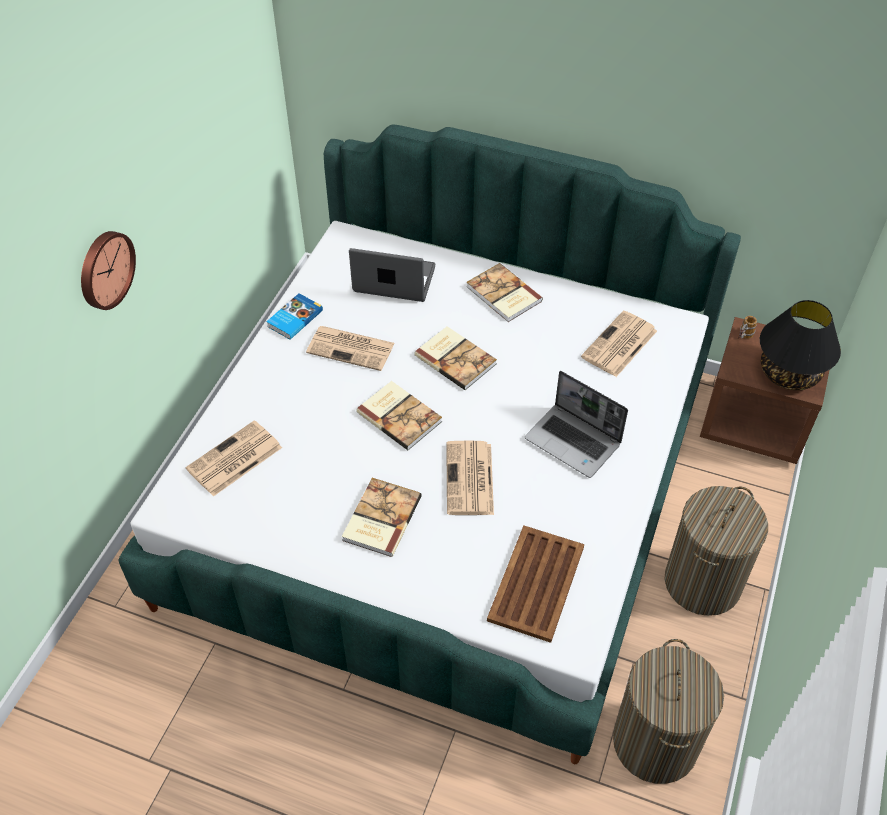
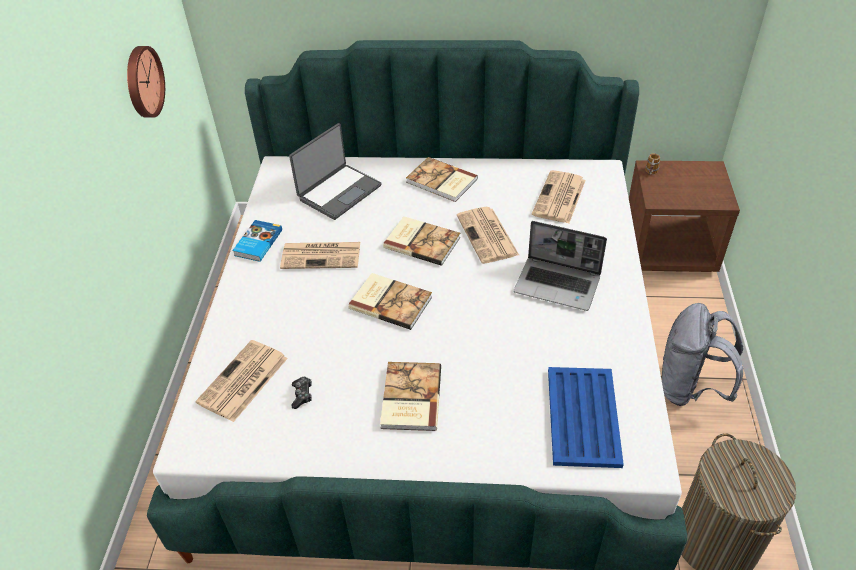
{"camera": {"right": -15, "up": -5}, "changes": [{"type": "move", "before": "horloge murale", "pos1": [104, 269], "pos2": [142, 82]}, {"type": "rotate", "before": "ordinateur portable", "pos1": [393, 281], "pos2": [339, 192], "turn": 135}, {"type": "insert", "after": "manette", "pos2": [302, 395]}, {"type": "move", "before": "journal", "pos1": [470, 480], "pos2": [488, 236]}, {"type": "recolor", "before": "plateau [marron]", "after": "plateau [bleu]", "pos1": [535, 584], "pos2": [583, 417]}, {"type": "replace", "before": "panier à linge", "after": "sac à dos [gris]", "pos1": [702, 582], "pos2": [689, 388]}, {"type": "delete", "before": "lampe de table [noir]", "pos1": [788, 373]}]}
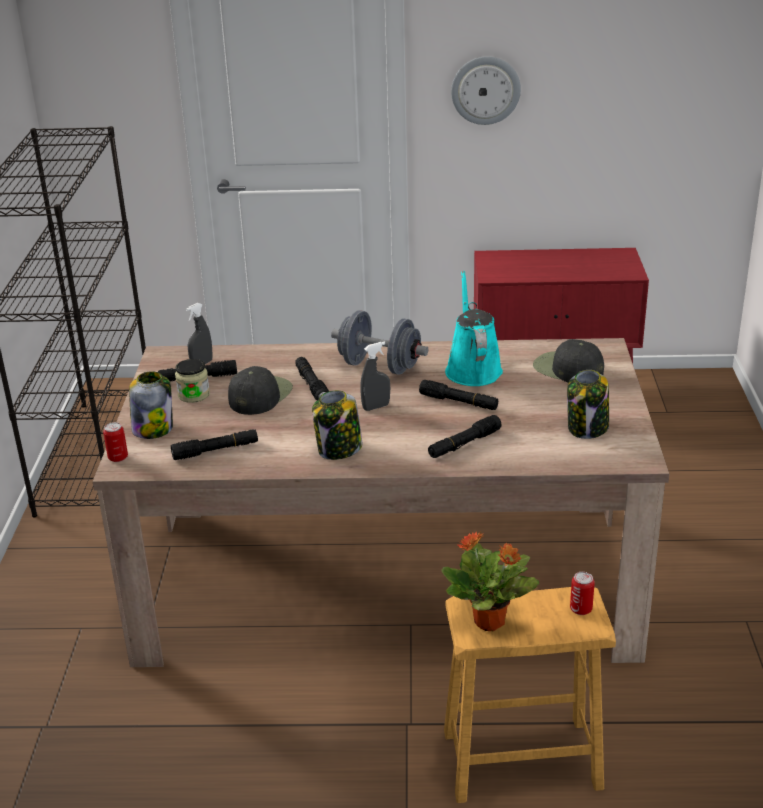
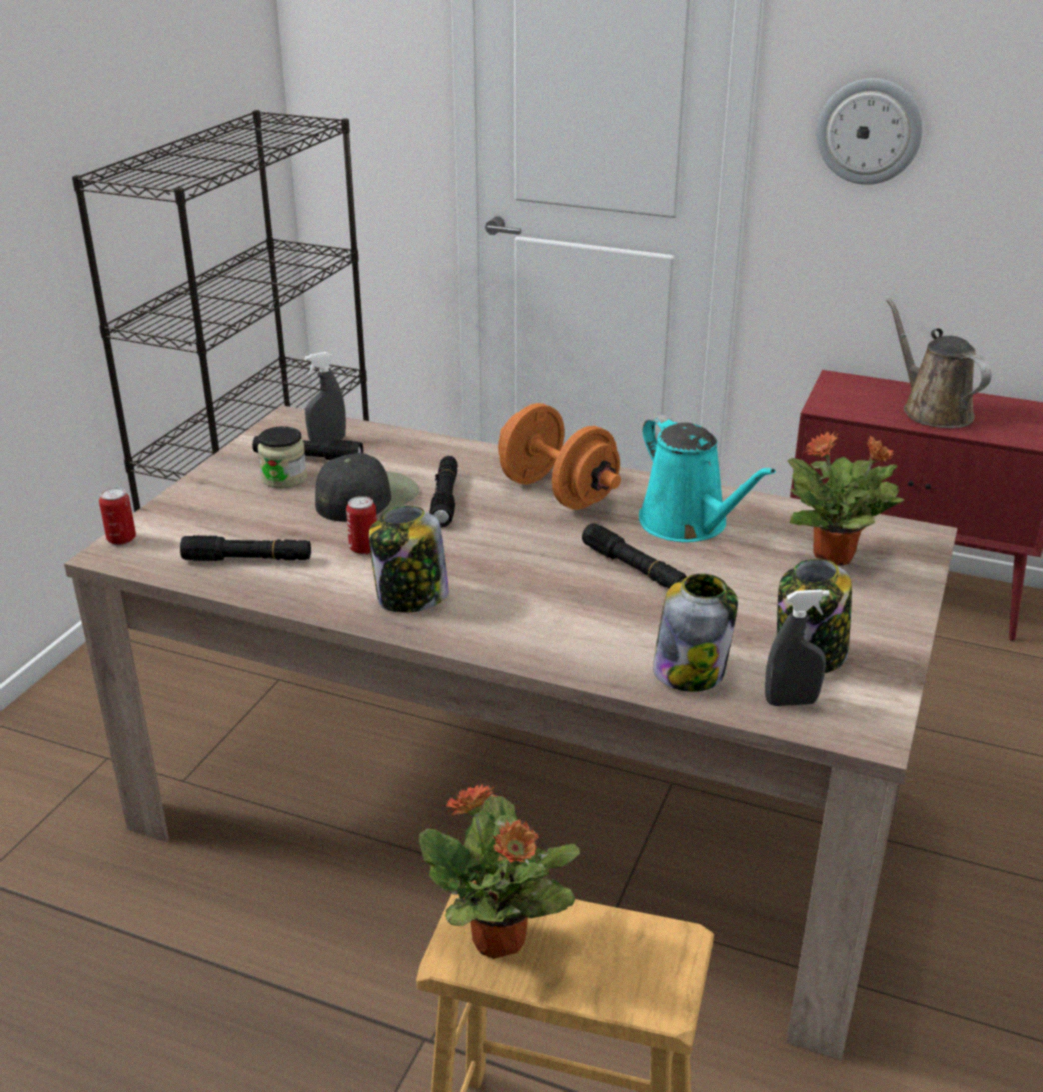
{"camera": {"right": 20, "up": 0}, "changes": [{"type": "move", "before": "boîte métallique", "pos1": [581, 609], "pos2": [363, 548]}, {"type": "recolor", "before": "haltère [gris]", "after": "haltère [orange]", "pos1": [380, 366], "pos2": [557, 493]}, {"type": "rotate", "before": "arrosoir [turquoise]", "pos1": [472, 369], "pos2": [688, 524], "turn": 135}, {"type": "move", "before": "bocal", "pos1": [153, 428], "pos2": [690, 671]}, {"type": "move", "before": "vaporisateur [gris]", "pos1": [376, 407], "pos2": [791, 702]}, {"type": "replace", "before": "casquette [noir]", "after": "plante en pot", "pos1": [567, 369], "pos2": [835, 556]}, {"type": "insert", "after": "arrosoir [marron]", "pos2": [932, 411]}, {"type": "delete", "before": "lampe de poche [noir]", "pos1": [464, 444]}]}
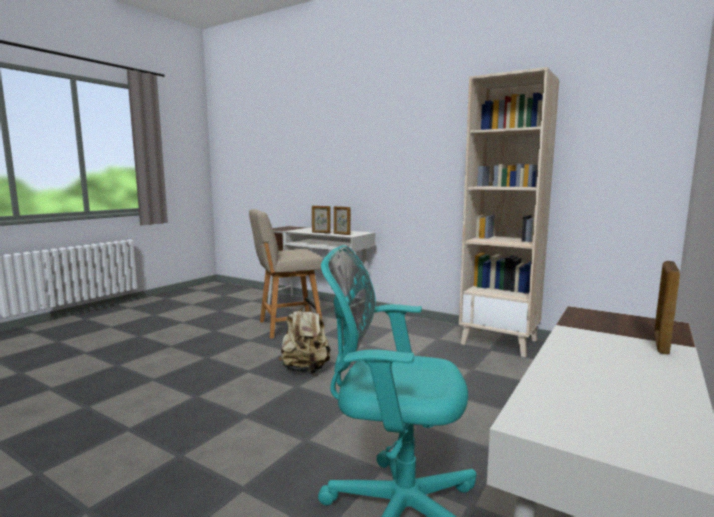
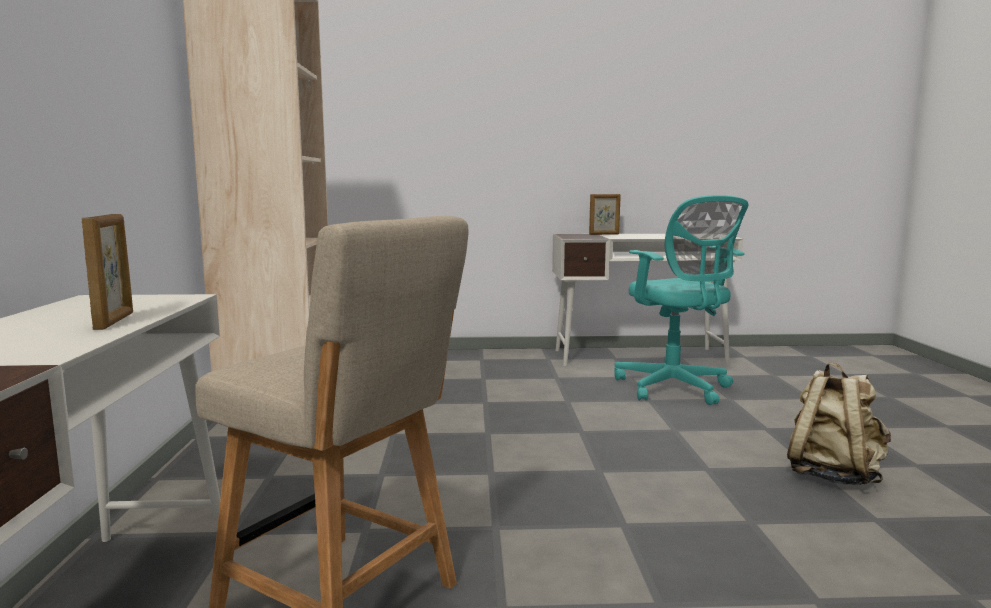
{"camera": {"right": -125, "up": 0}, "changes": [{"type": "move", "before": "sac à dos [beige]", "pos1": [305, 370], "pos2": [833, 476]}, {"type": "delete", "before": "cadre photo", "pos1": [341, 234]}]}
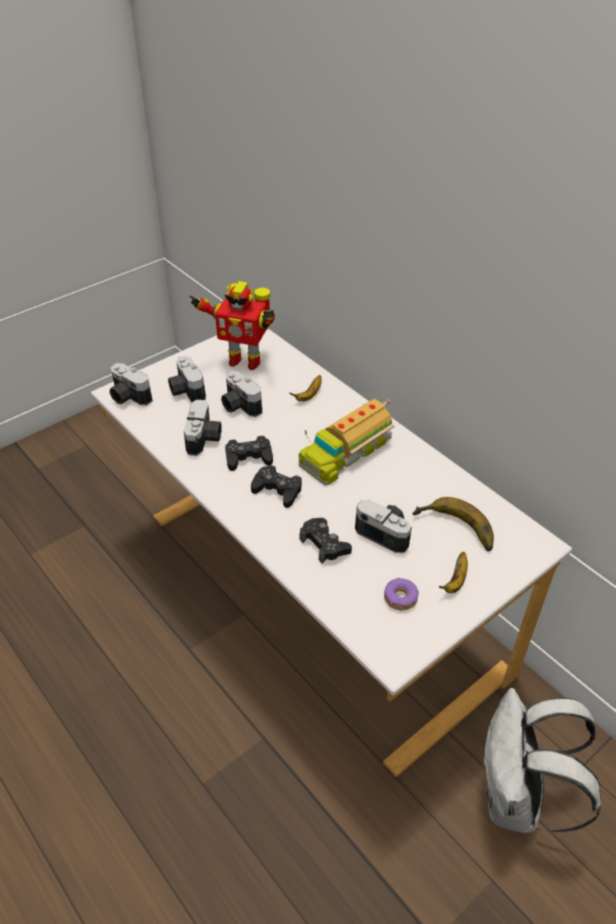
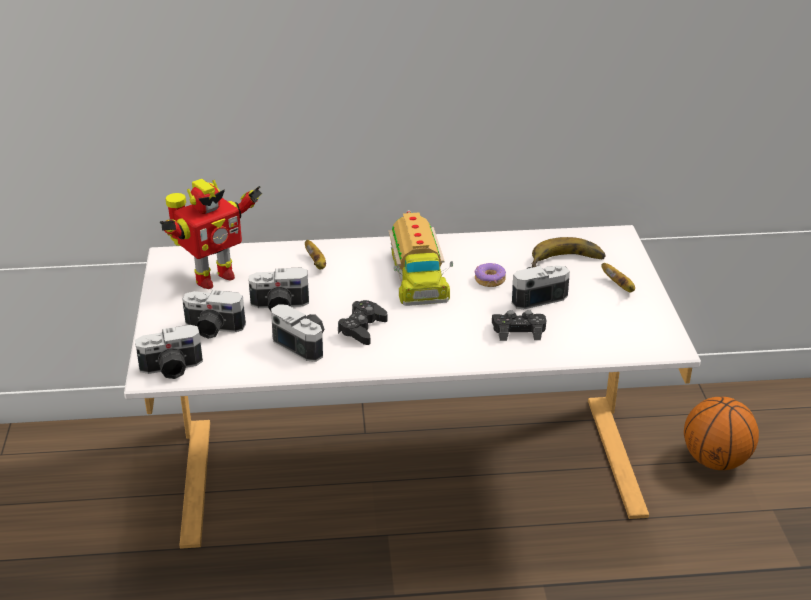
{"camera": {"right": -55, "up": -10}, "changes": [{"type": "move", "before": "beignet", "pos1": [400, 598], "pos2": [490, 280]}, {"type": "replace", "before": "sac à dos [blanc]", "after": "ballon de basket", "pos1": [516, 799], "pos2": [715, 460]}, {"type": "delete", "before": "manette [noir]", "pos1": [277, 490]}]}
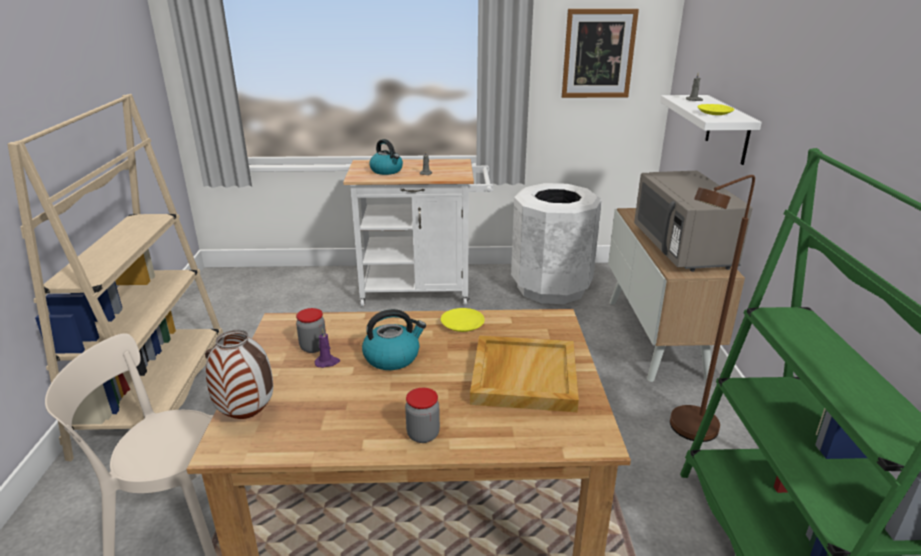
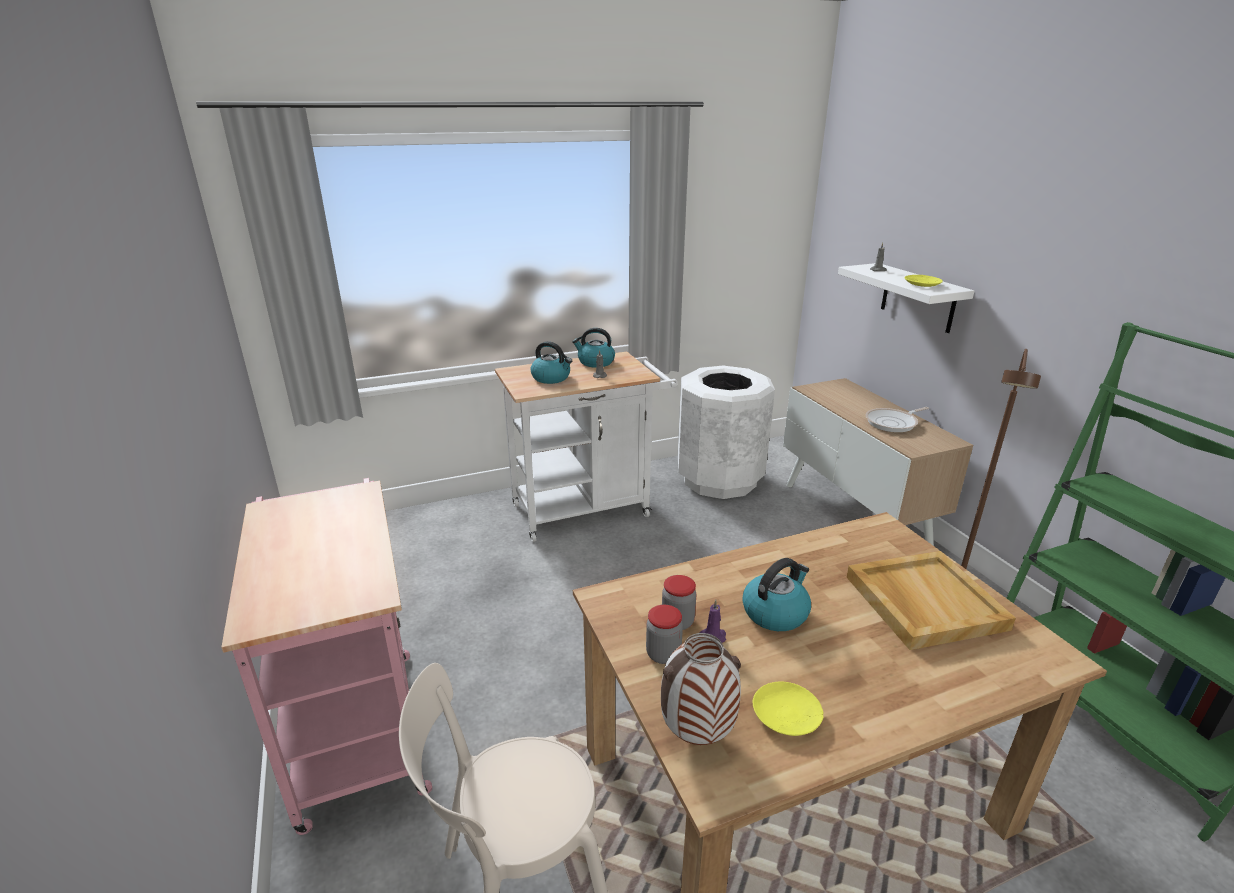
{"camera": {"right": -20, "up": 0}, "changes": [{"type": "replace", "before": "bibliothèque [beige]", "after": "chariot [rose]", "pos1": [157, 397], "pos2": [358, 723]}, {"type": "insert", "after": "bouilloire", "pos2": [595, 362]}, {"type": "move", "before": "bocal", "pos1": [423, 434], "pos2": [663, 654]}, {"type": "move", "before": "assiette [jaune]", "pos1": [462, 325], "pos2": [787, 715]}, {"type": "replace", "before": "micro-ondes [gris]", "after": "poêle", "pos1": [682, 248], "pos2": [893, 423]}, {"type": "delete", "before": "tableau", "pos1": [598, 54]}]}
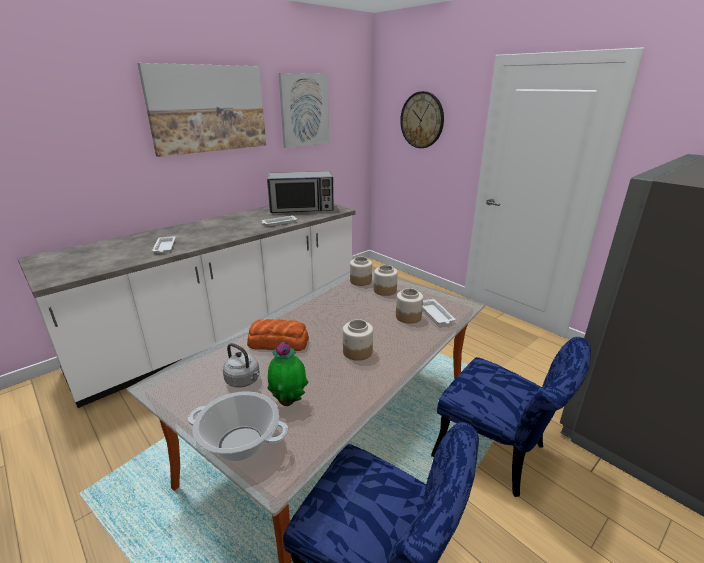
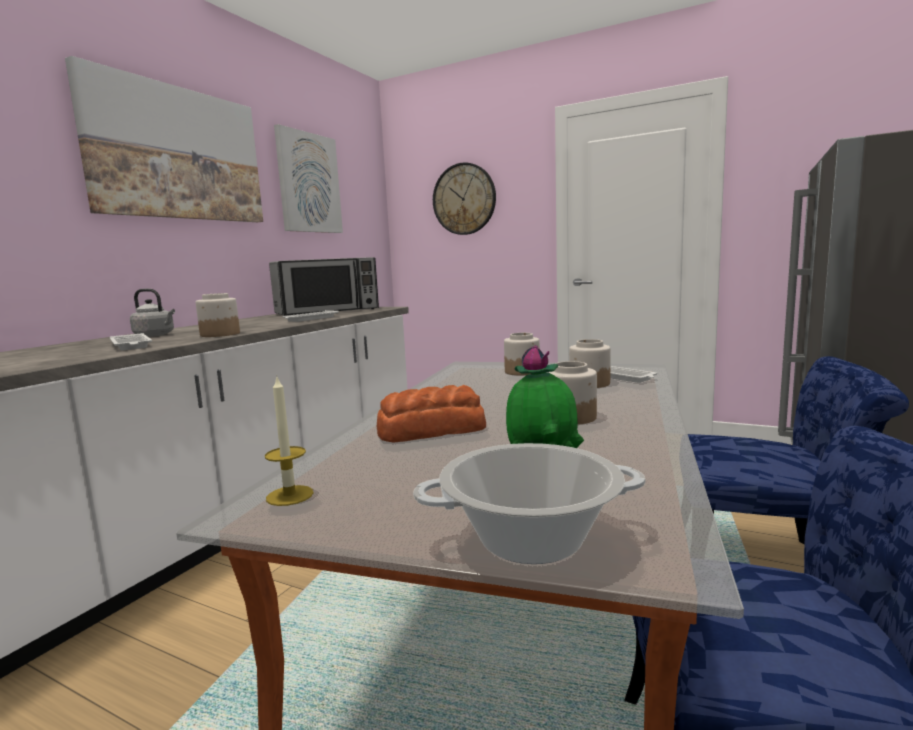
{"camera": {"right": -20, "up": -15}, "changes": [{"type": "move", "before": "bouilloire [gris]", "pos1": [244, 381], "pos2": [156, 335]}, {"type": "move", "before": "bocal", "pos1": [360, 281], "pos2": [219, 334]}, {"type": "insert", "after": "bougie", "pos2": [290, 495]}]}
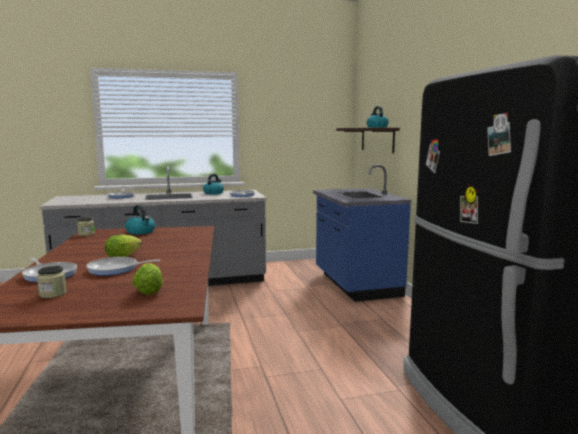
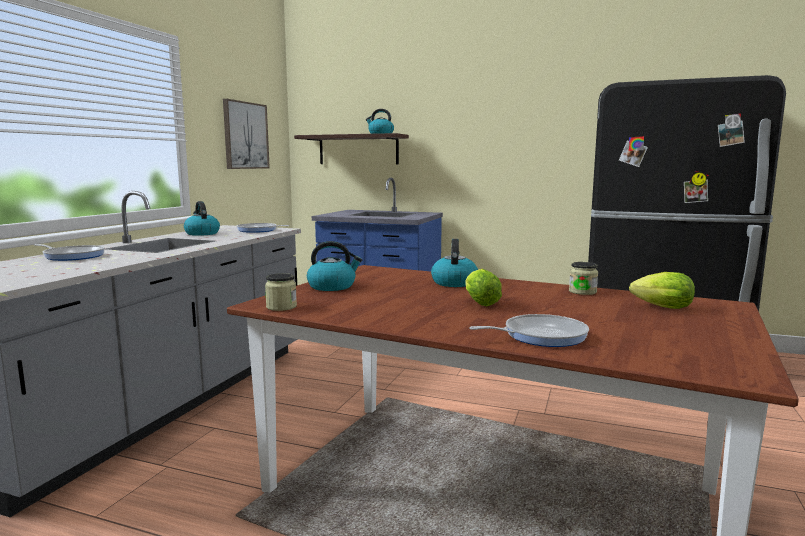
{"camera": {"right": -55, "up": 0}, "changes": [{"type": "insert", "after": "tableau", "pos2": [245, 135]}, {"type": "insert", "after": "bouilloire", "pos2": [454, 283]}, {"type": "move", "before": "bocal", "pos1": [52, 294], "pos2": [582, 292]}, {"type": "delete", "before": "poêle", "pos1": [115, 269]}]}
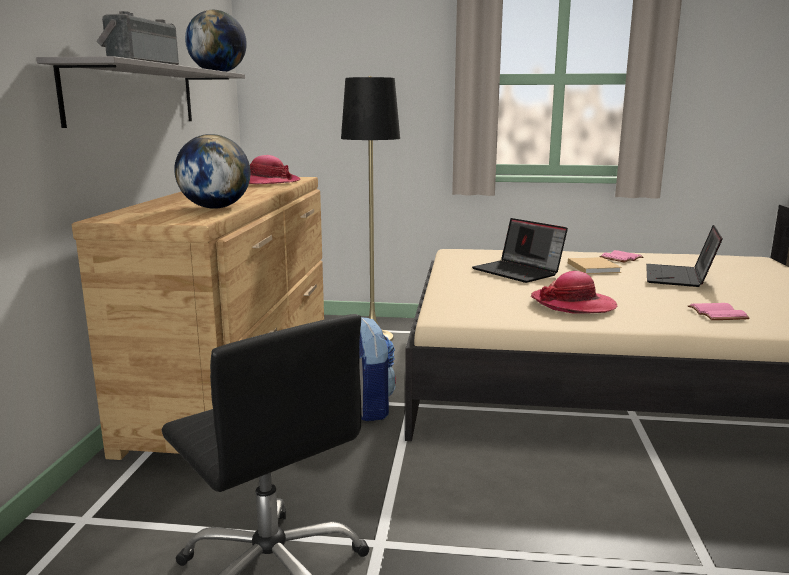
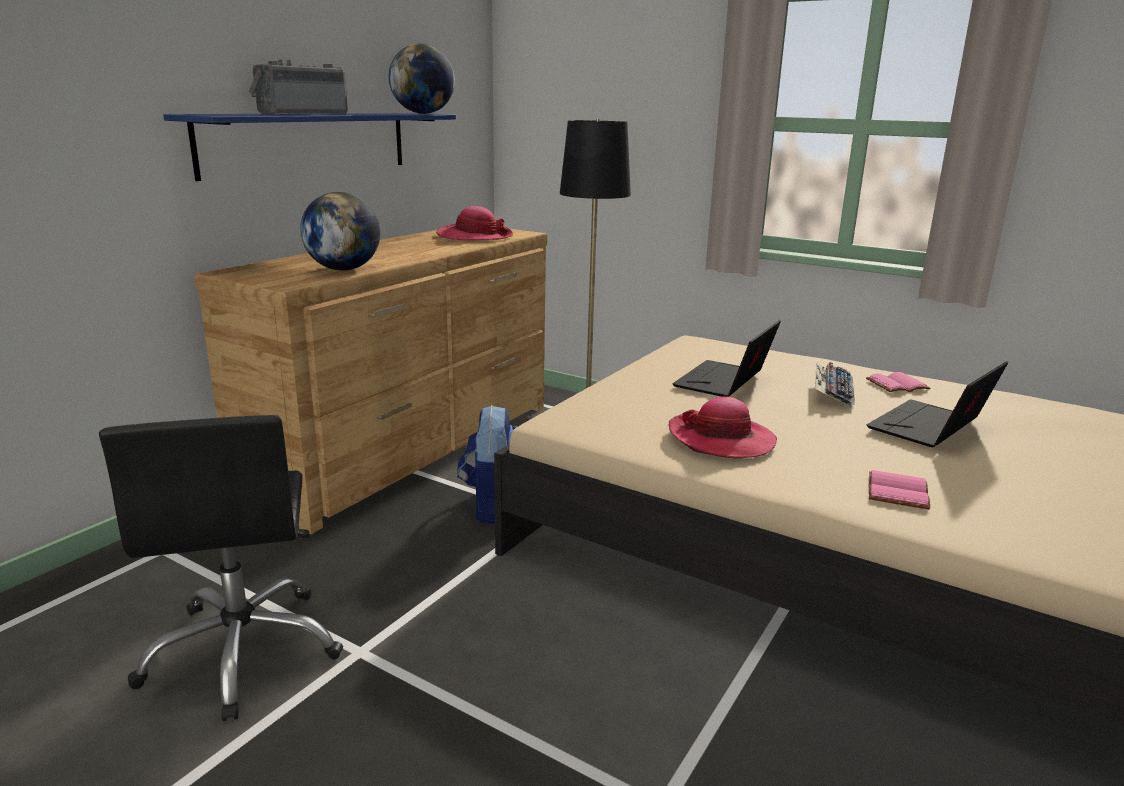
{"camera": {"right": 25, "up": 5}, "changes": [{"type": "recolor", "before": "étagère [gris]", "after": "étagère [bleu]", "pos1": [134, 96], "pos2": [308, 143]}, {"type": "rotate", "before": "ordinateur portable", "pos1": [519, 272], "pos2": [724, 382], "turn": 45}, {"type": "replace", "before": "livre [beige]", "after": "clavier", "pos1": [592, 267], "pos2": [832, 392]}]}
